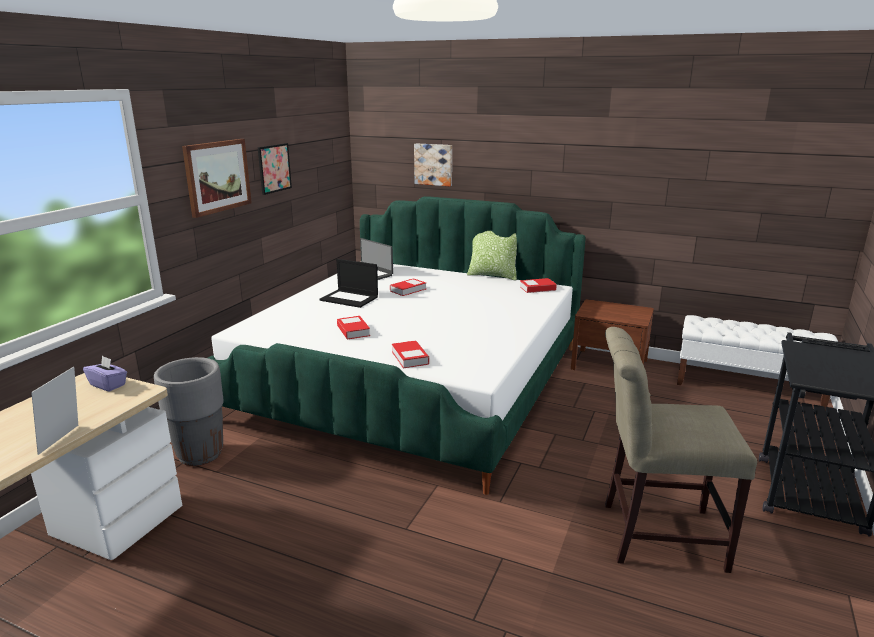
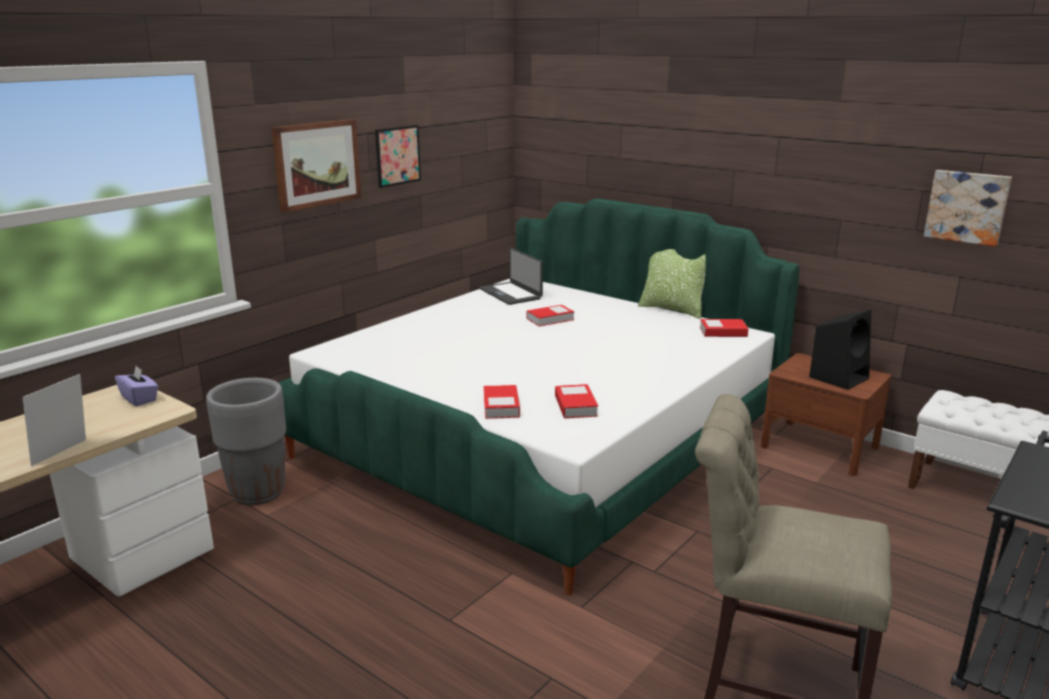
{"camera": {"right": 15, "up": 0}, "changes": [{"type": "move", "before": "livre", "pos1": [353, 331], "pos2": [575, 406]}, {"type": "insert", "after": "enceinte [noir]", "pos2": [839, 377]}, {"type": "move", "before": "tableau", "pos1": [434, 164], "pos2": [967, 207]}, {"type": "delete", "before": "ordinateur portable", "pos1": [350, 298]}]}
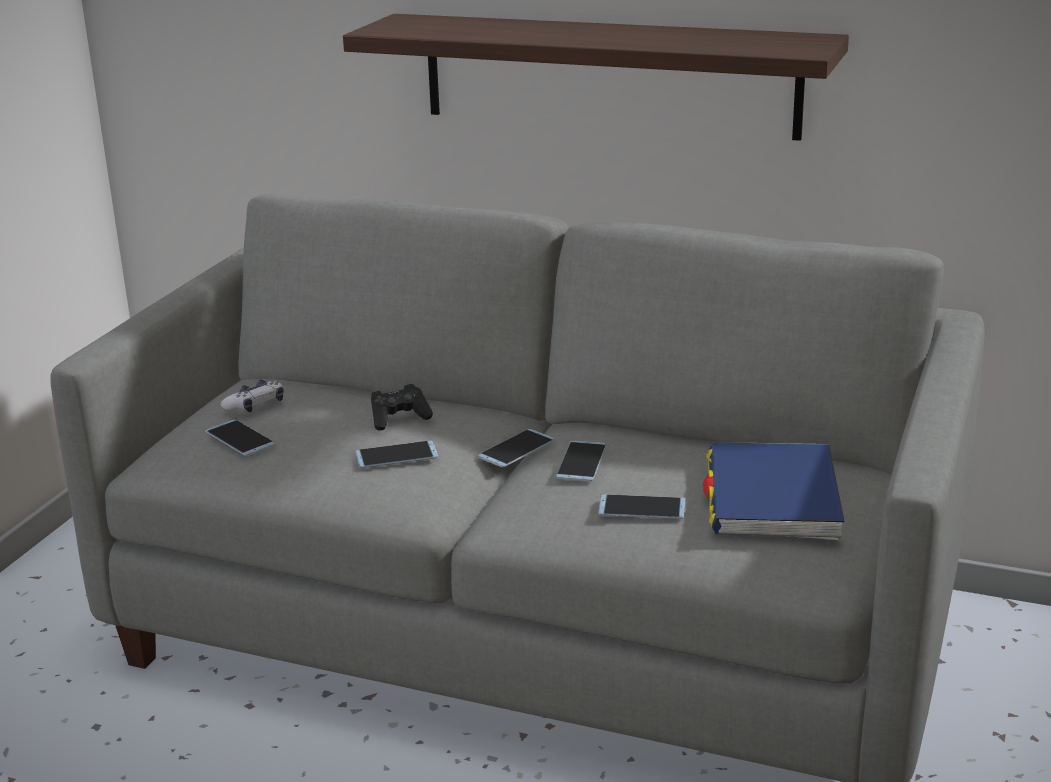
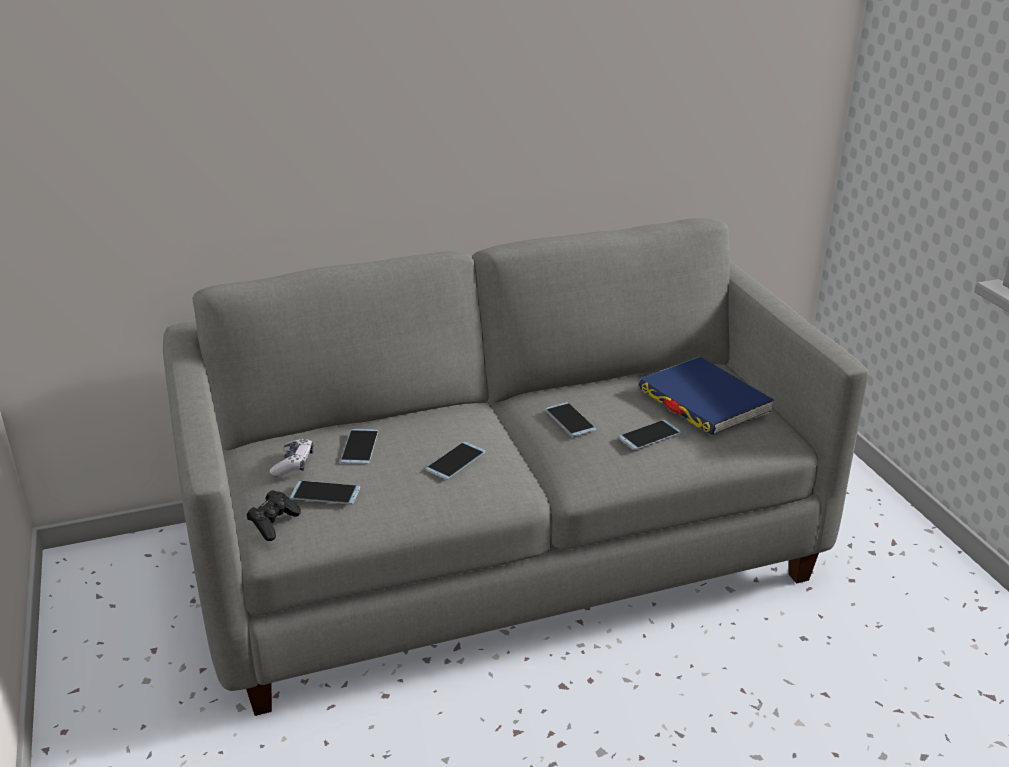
{"camera": {"right": -40, "up": 5}, "changes": [{"type": "move", "before": "manette [noir]", "pos1": [399, 419], "pos2": [274, 524]}, {"type": "move", "before": "téléphone", "pos1": [516, 449], "pos2": [360, 447]}, {"type": "delete", "before": "étagère", "pos1": [608, 75]}]}
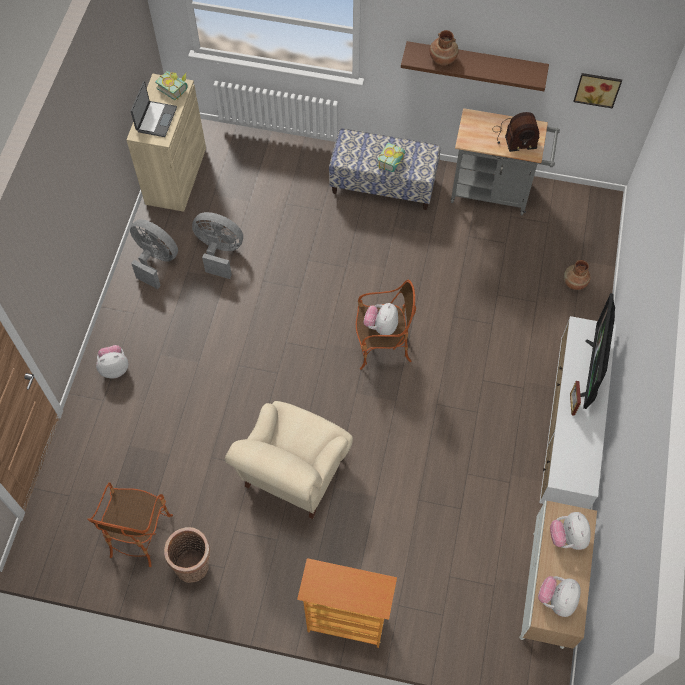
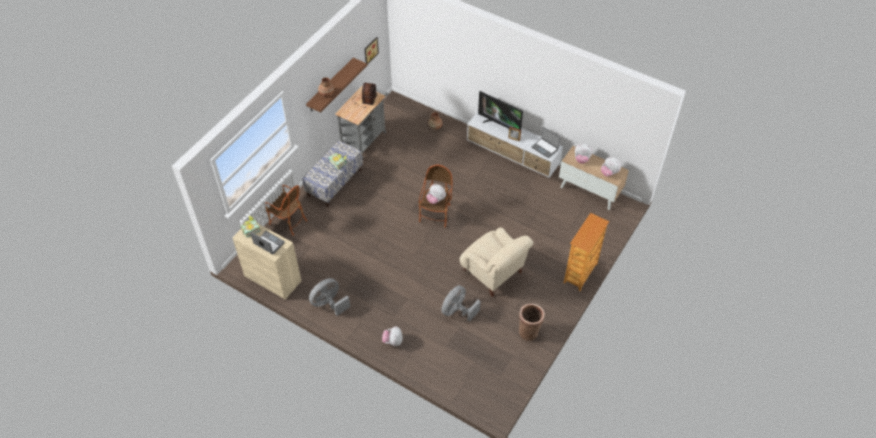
{"camera": {"right": -70, "up": -10}, "changes": [{"type": "move", "before": "fauteuil", "pos1": [139, 533], "pos2": [288, 221]}, {"type": "move", "before": "ventilateur [gris]", "pos1": [219, 252], "pos2": [457, 311]}, {"type": "insert", "after": "ordinateur portable", "pos2": [545, 148]}]}
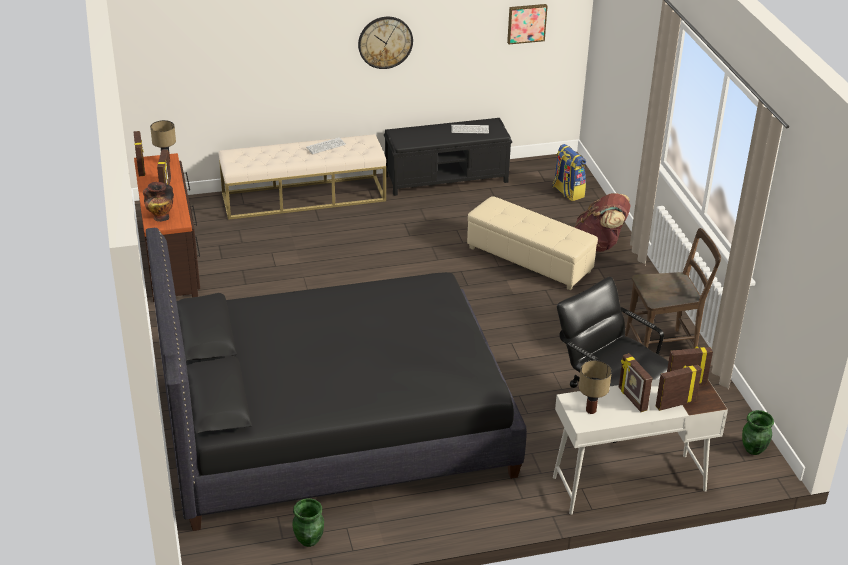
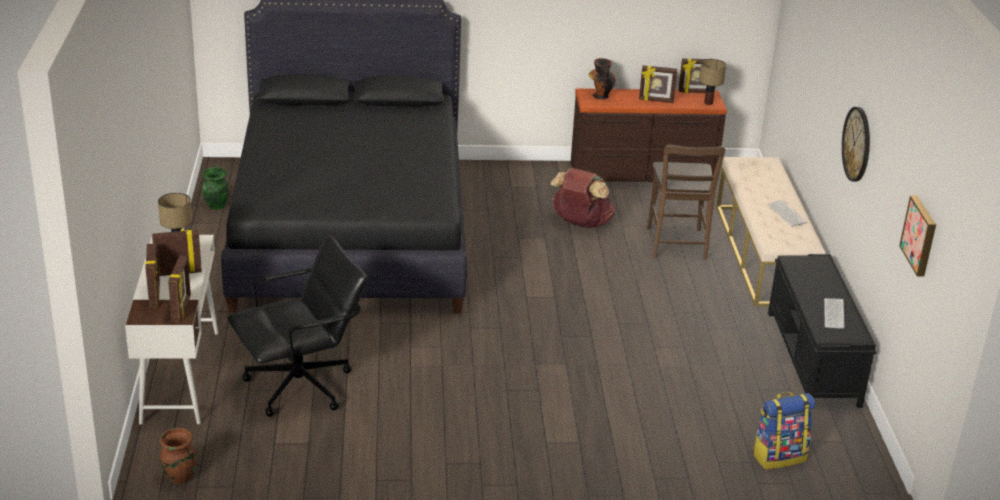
{"camera": {"right": 100, "up": -5}, "changes": [{"type": "recolor", "before": "vase [vert]", "after": "vase [marron]", "pos1": [754, 449], "pos2": [179, 477]}, {"type": "move", "before": "sac à dos [marron]", "pos1": [599, 245], "pos2": [580, 223]}, {"type": "move", "before": "chaise [marron]", "pos1": [663, 347], "pos2": [676, 246]}, {"type": "delete", "before": "pouf [beige]", "pos1": [530, 259]}]}
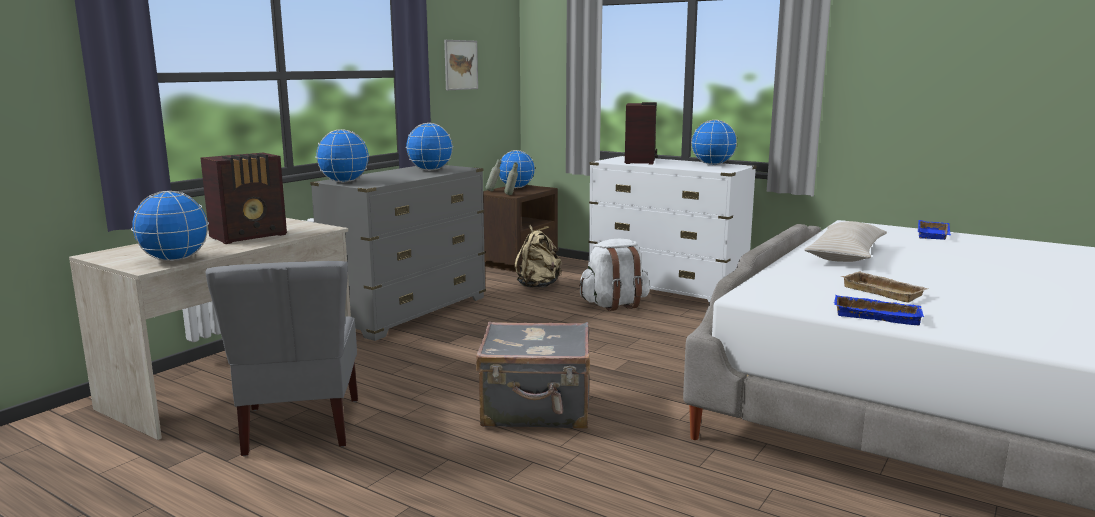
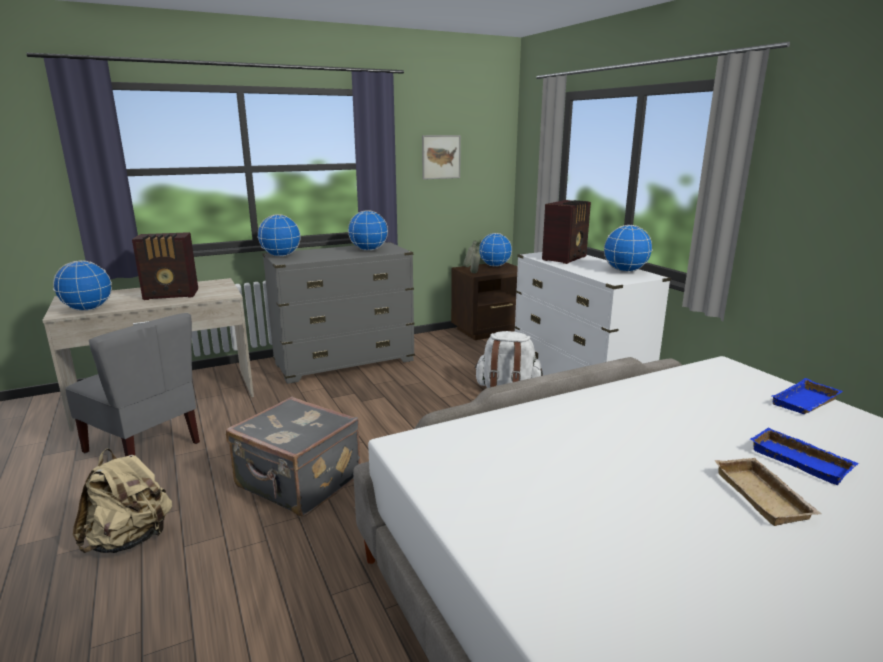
{"camera": {"right": 30, "up": 5}, "changes": [{"type": "rotate", "before": "chaise [gris]", "pos1": [300, 427], "pos2": [145, 447], "turn": -75}, {"type": "move", "before": "sac à dos [beige]", "pos1": [538, 286], "pos2": [130, 539]}, {"type": "move", "before": "plateau [beige]", "pos1": [884, 292], "pos2": [765, 497]}, {"type": "move", "before": "plateau [bleu]", "pos1": [877, 315], "pos2": [802, 460]}, {"type": "delete", "before": "coussin [beige]", "pos1": [846, 255]}]}
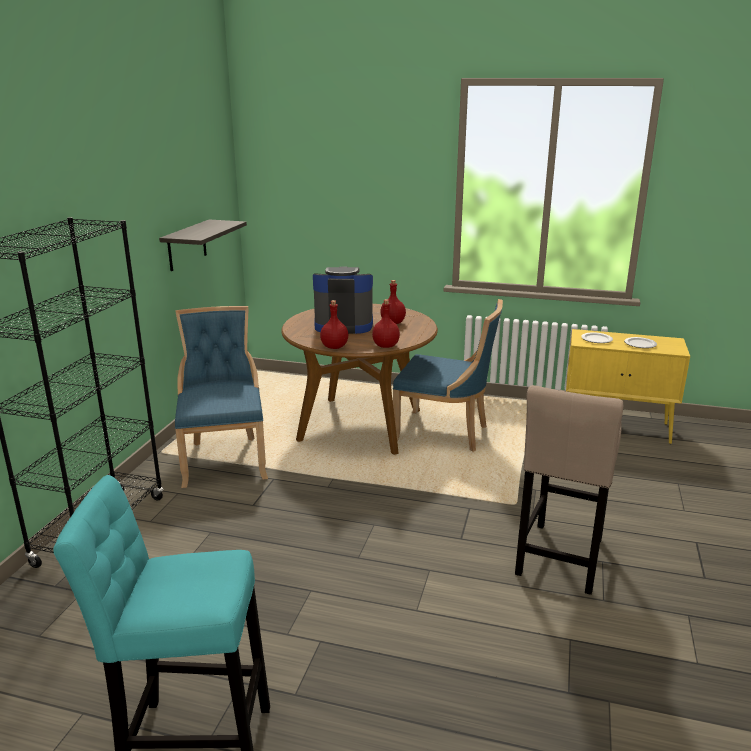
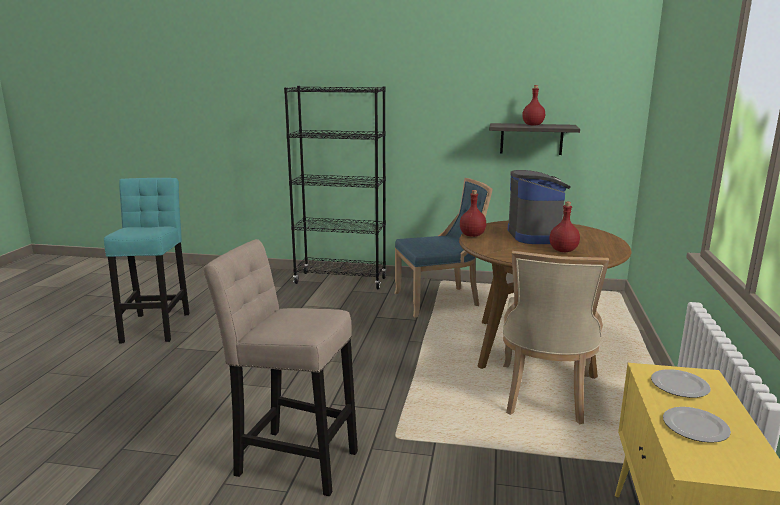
{"camera": {"right": 85, "up": -5}, "changes": [{"type": "recolor", "before": "chaise [bleu]", "after": "chaise [beige]", "pos1": [445, 434], "pos2": [544, 396]}, {"type": "move", "before": "bouteille [rouge]", "pos1": [386, 346], "pos2": [533, 125]}]}
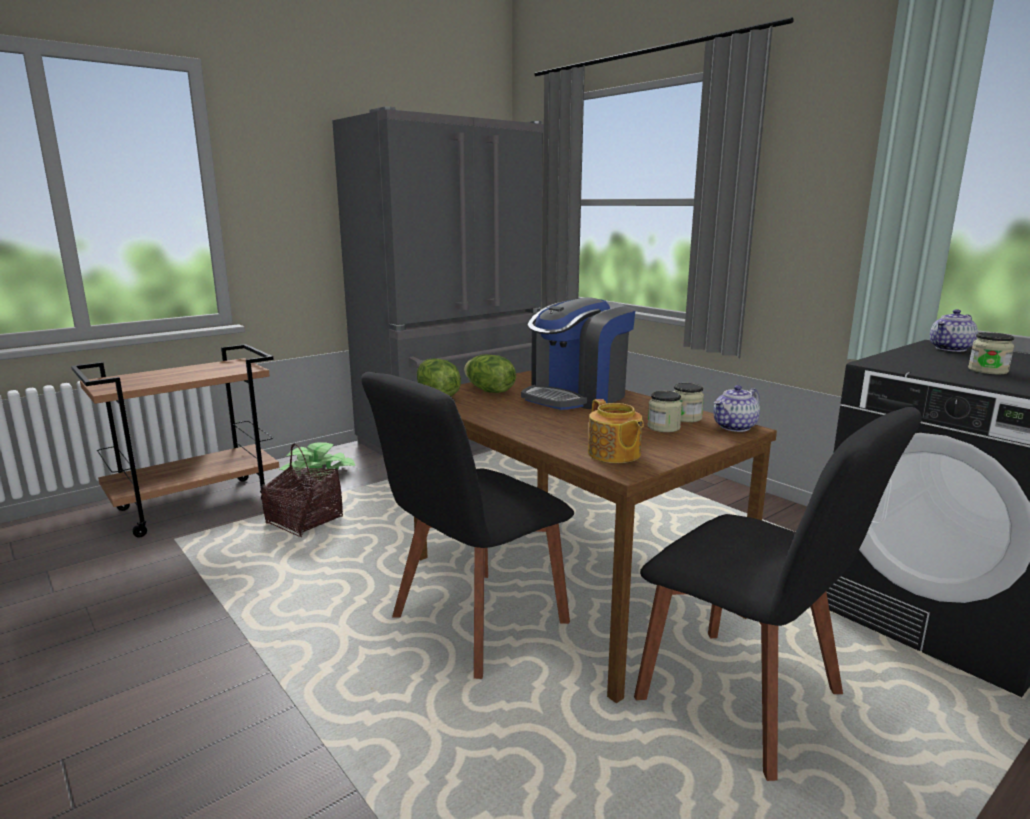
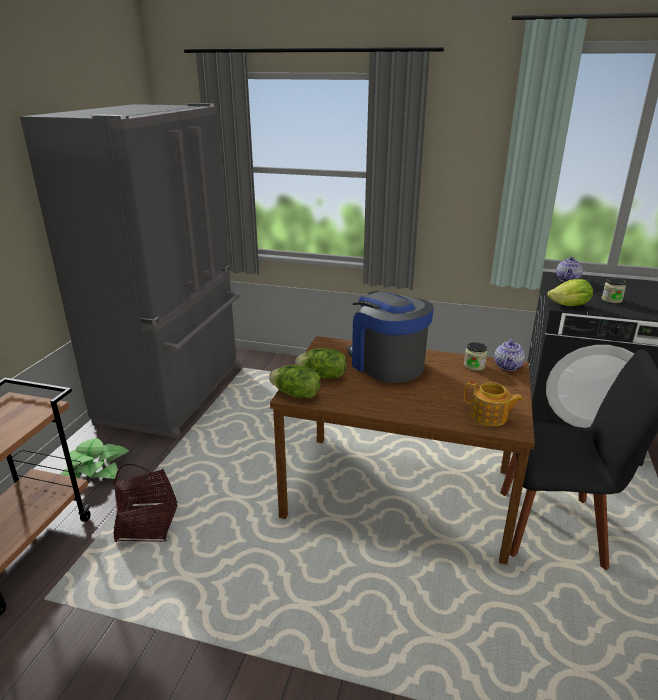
{"camera": {"right": -35, "up": 10}, "changes": [{"type": "rotate", "before": "machine à café", "pos1": [577, 396], "pos2": [386, 364], "turn": 135}, {"type": "insert", "after": "laitue", "pos2": [570, 306]}, {"type": "delete", "before": "chaise [noir]", "pos1": [473, 624]}, {"type": "delete", "before": "bocal", "pos1": [663, 427]}]}
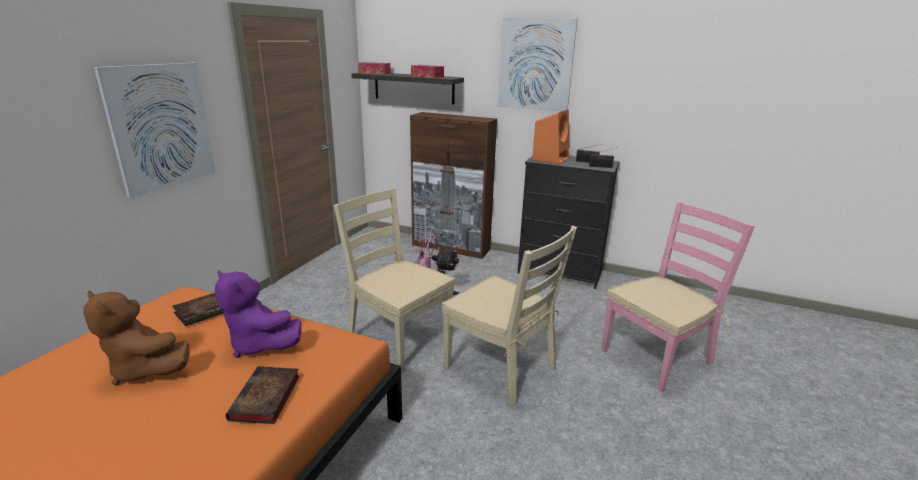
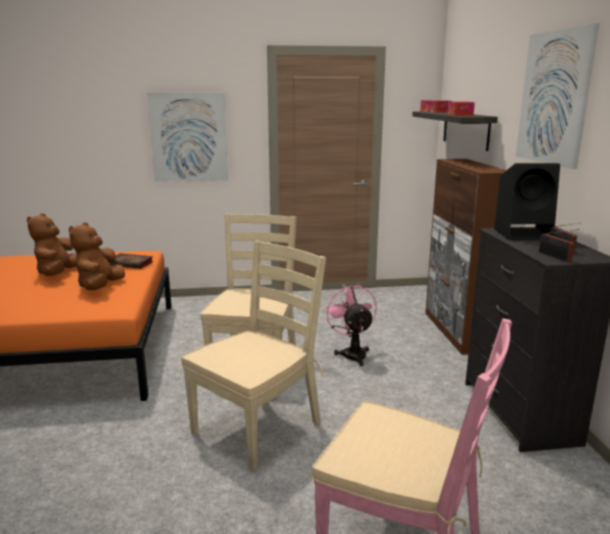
{"camera": {"right": 60, "up": -5}, "changes": [{"type": "recolor", "before": "peluche [violet]", "after": "peluche [marron]", "pos1": [260, 344], "pos2": [100, 287]}, {"type": "rotate", "before": "chaise [beige]", "pos1": [501, 367], "pos2": [257, 427], "turn": -150}, {"type": "recolor", "before": "enceinte [orange]", "after": "enceinte [noir]", "pos1": [550, 159], "pos2": [524, 234]}, {"type": "delete", "before": "livre", "pos1": [265, 399]}]}
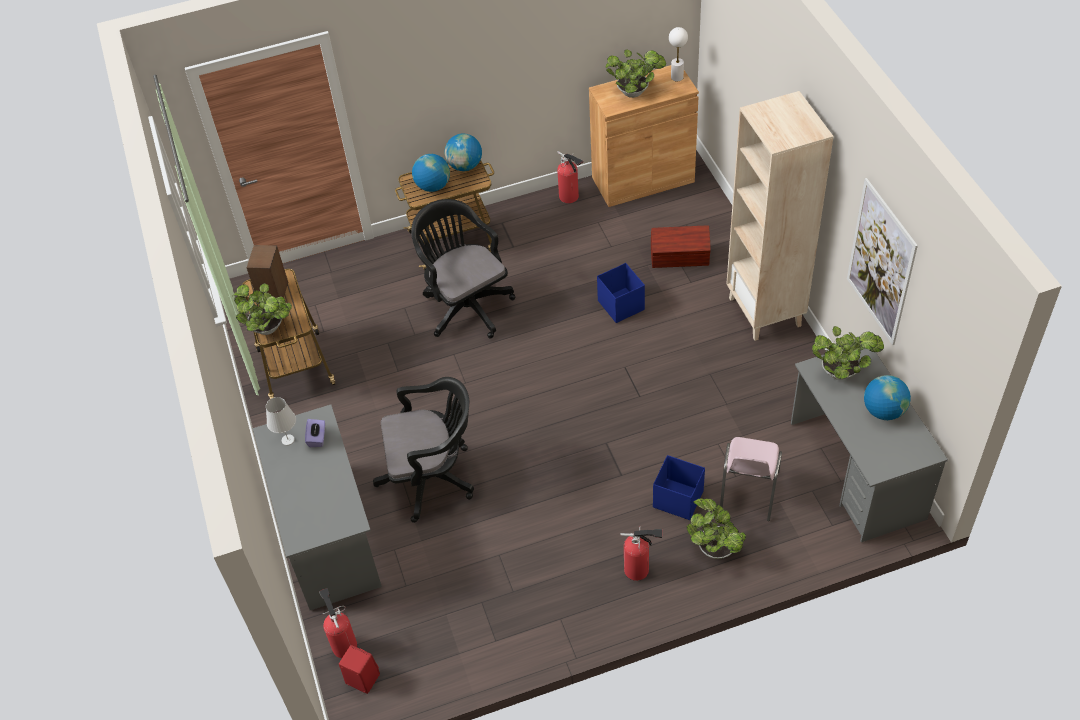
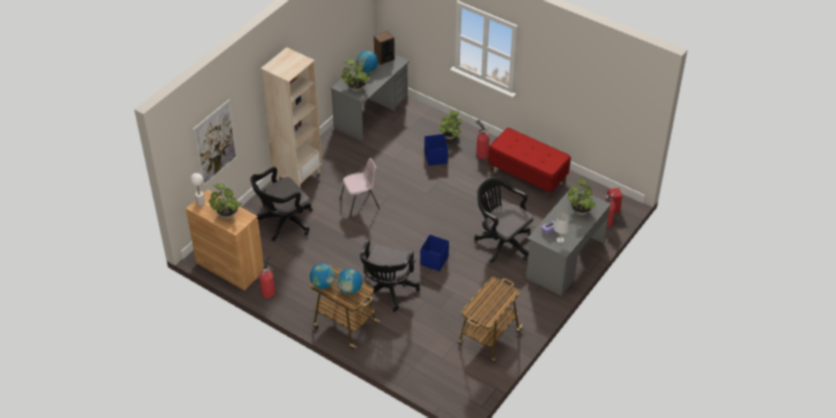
{"camera": {"right": -130, "up": -5}, "changes": [{"type": "move", "before": "tableau", "pos1": [880, 262], "pos2": [215, 143]}, {"type": "replace", "before": "boîte de rangement [marron]", "after": "chaise de bureau [noir]", "pos1": [680, 258], "pos2": [283, 223]}, {"type": "move", "before": "chaise [rose]", "pos1": [748, 492], "pos2": [360, 204]}, {"type": "move", "before": "enceinte", "pos1": [273, 293], "pos2": [384, 59]}, {"type": "move", "before": "boîte de rangement [bleu]", "pos1": [621, 305], "pos2": [434, 261]}, {"type": "insert", "after": "banc [rouge]", "pos2": [527, 176]}, {"type": "move", "before": "plante en pot", "pos1": [270, 329], "pos2": [580, 210]}]}
